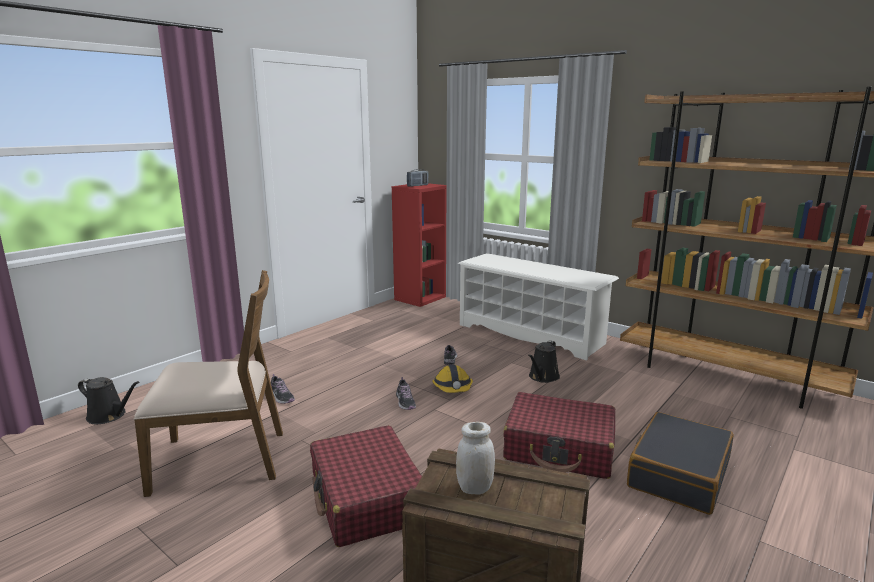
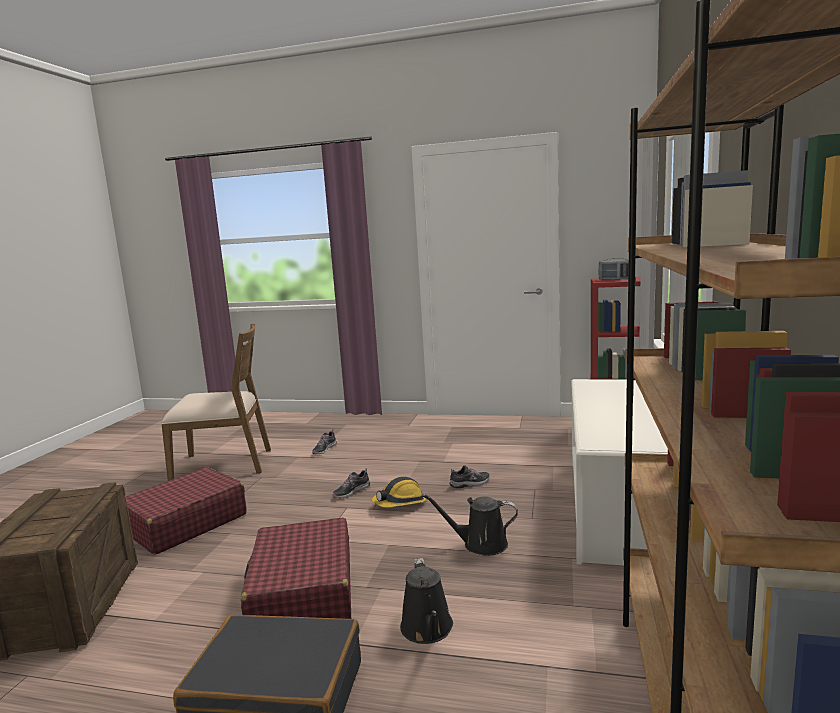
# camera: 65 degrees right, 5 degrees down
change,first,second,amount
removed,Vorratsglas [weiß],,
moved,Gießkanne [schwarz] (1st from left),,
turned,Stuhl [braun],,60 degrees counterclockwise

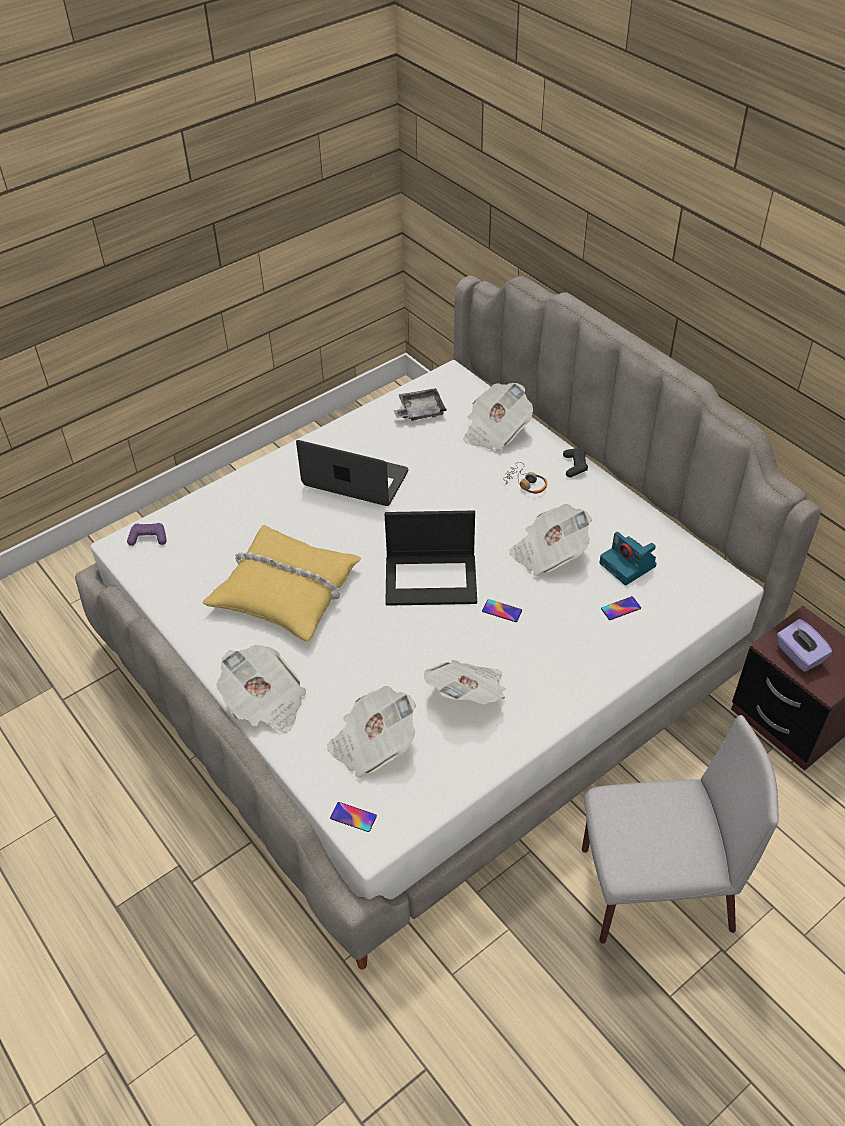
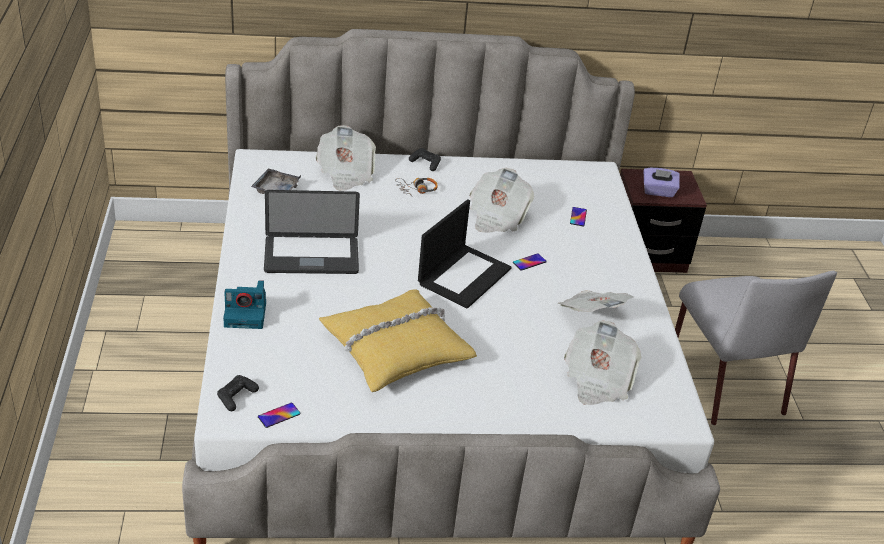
# camera: 60 degrees left, 10 degrees down
change,first,second,amount
removed,Zeitung (1st from left),,
moved,Handy (1st from left),,
moved,Kamera,,
recoloured,Gamepad [lila],Gamepad [schwarz] (1st from left),
turned,Laptop (1st from left),,150 degrees counterclockwise
turned,Stuhl [grau],,135 degrees clockwise

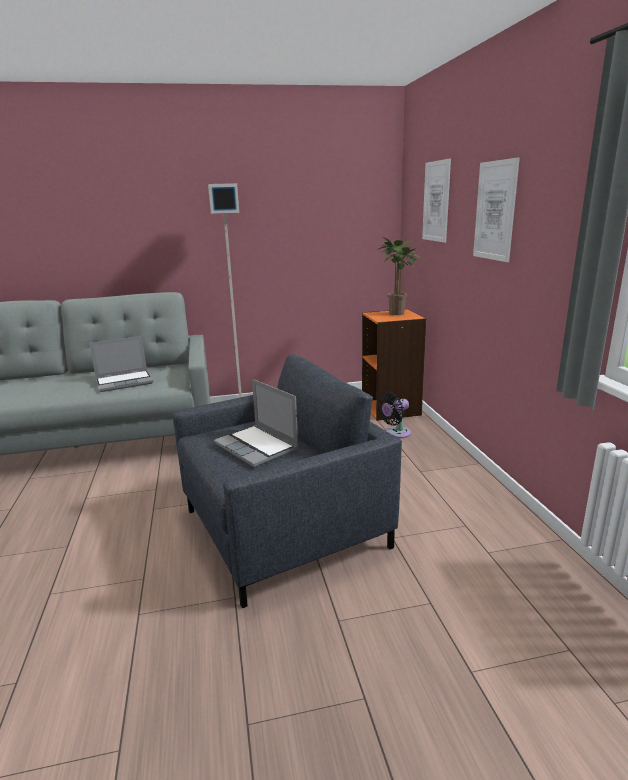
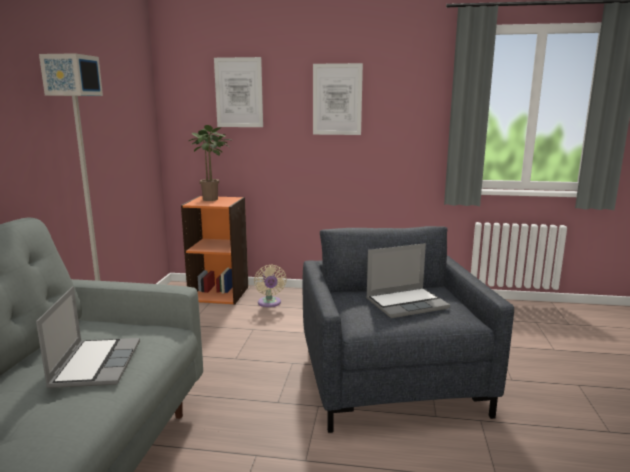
# camera: 70 degrees left, 5 degrees down
change,first,second,amount
recoloured,Ventilator [schwarz],Ventilator [beige],

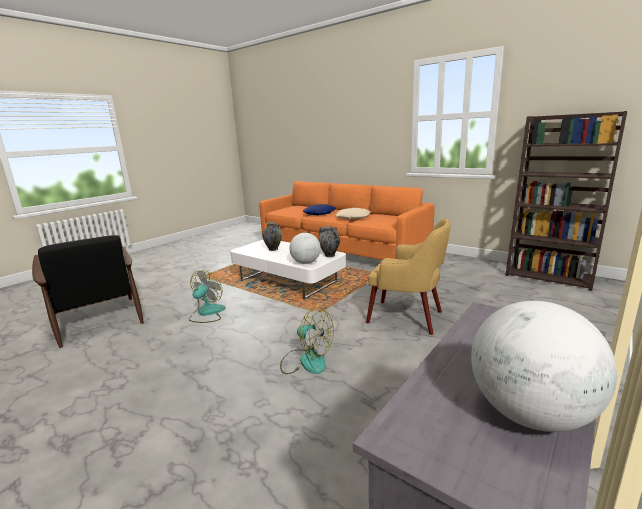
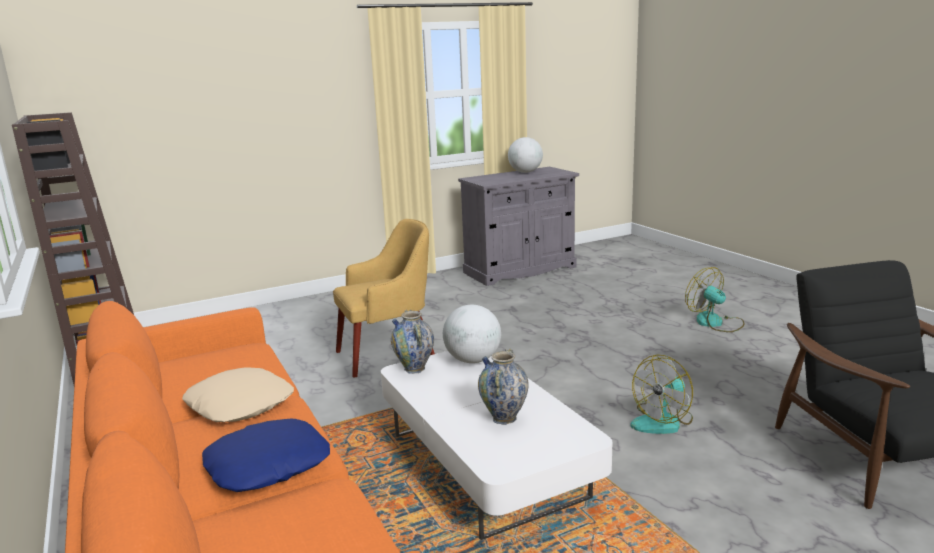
# camera: 155 degrees left, 0 degrees up
change,first,second,amount
moved,Ventilator (2nd from left),,
turned,Sessel [gelb],,105 degrees clockwise

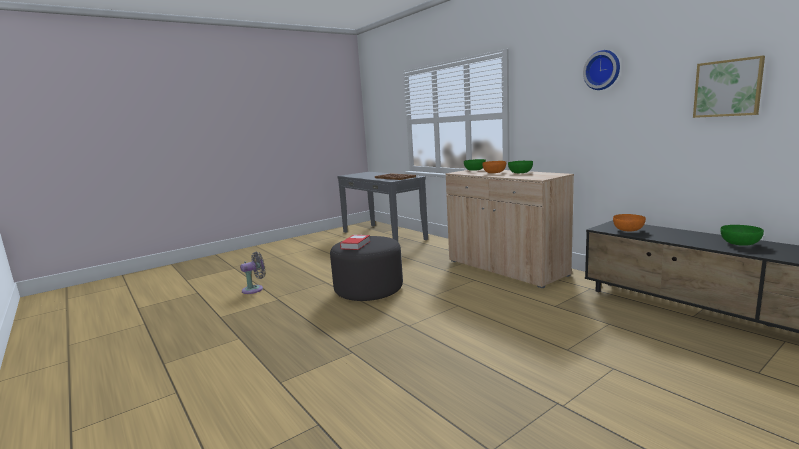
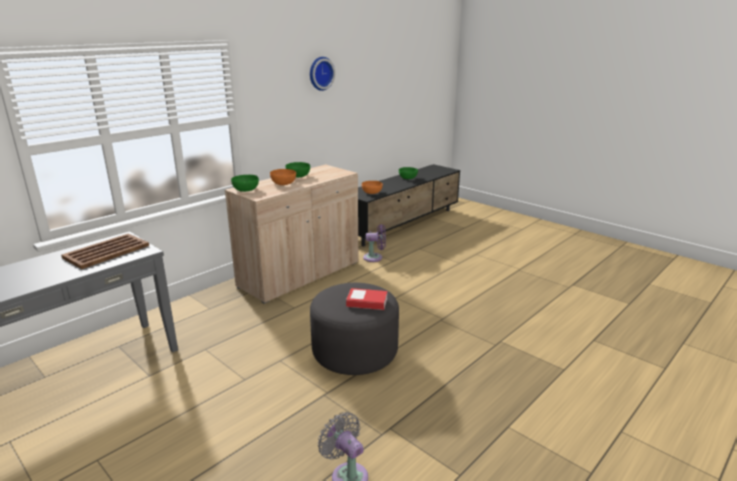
# camera: 100 degrees left, 10 degrees up
change,first,second,amount
removed,Bild,,
added,,Ventilator [lila],

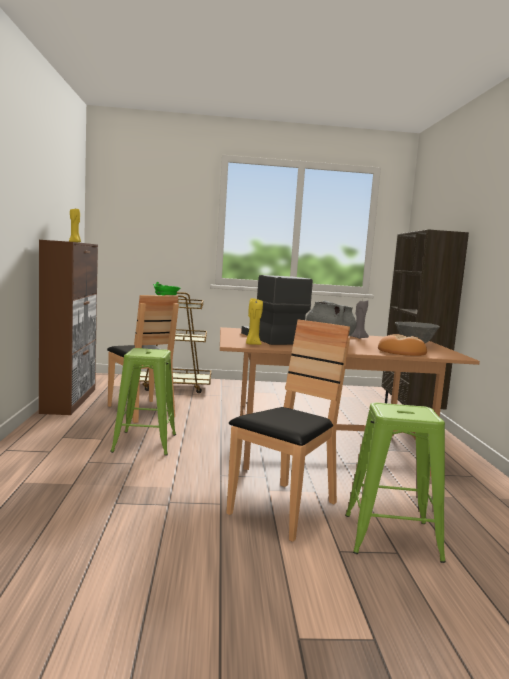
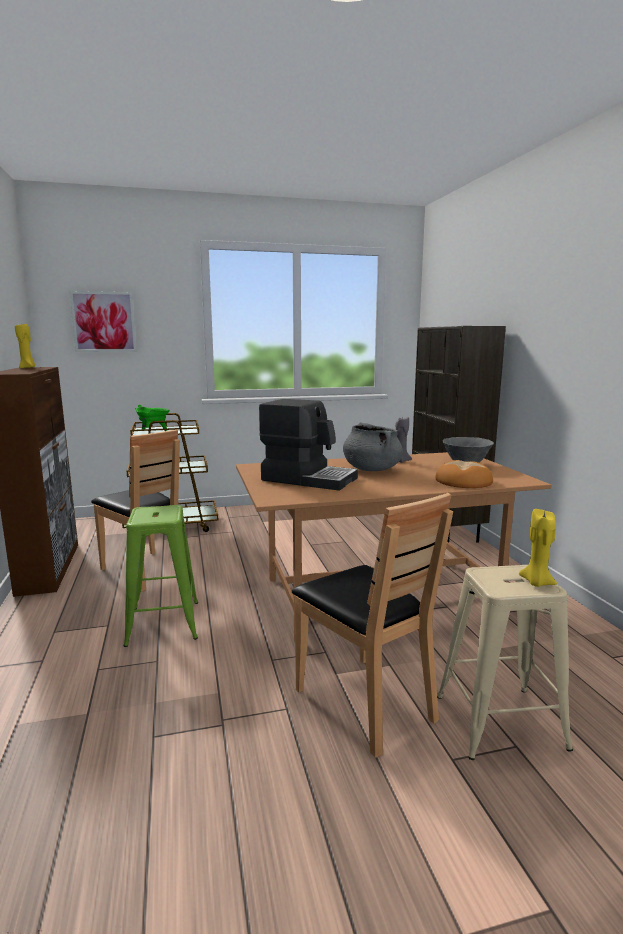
# camera: 10 degrees left, 5 degrees up
change,first,second,amount
added,,Bild,
moved,Kerze [gelb] (2nd from left),,
recoloured,Hocker [grün] (2nd from left),Hocker [beige],
turned,Stuhl [braun] (2nd from left),,120 degrees clockwise
turned,Kaffeemaschine,,150 degrees clockwise

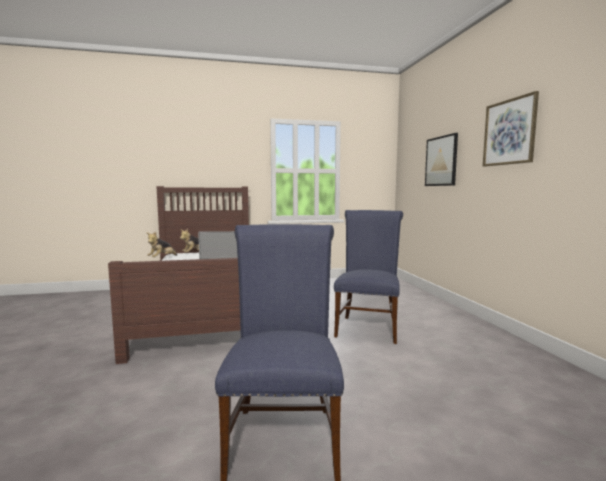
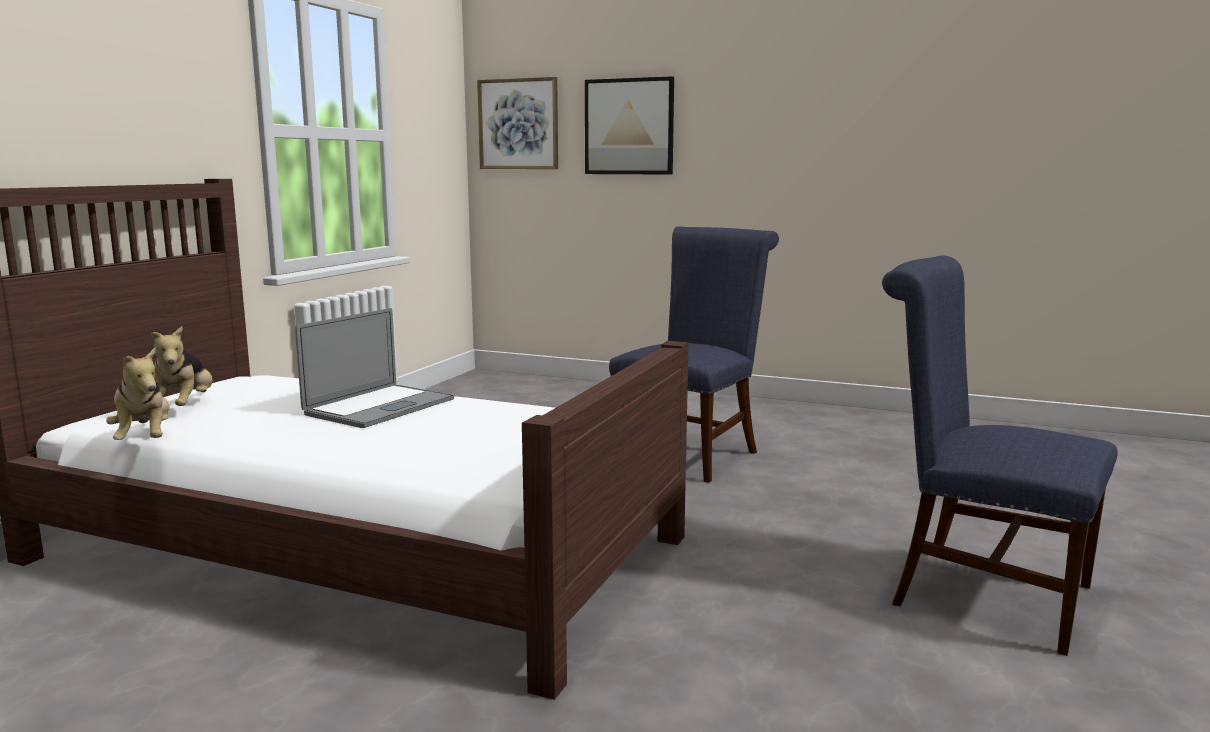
# camera: 55 degrees left, 5 degrees up
change,first,second,amount
moved,Bild (2nd from left in the first image),Bild (1st from left),
turned,Stuhl [blau] (2nd from left in the first image),Stuhl [blau] (1st from left),75 degrees clockwise

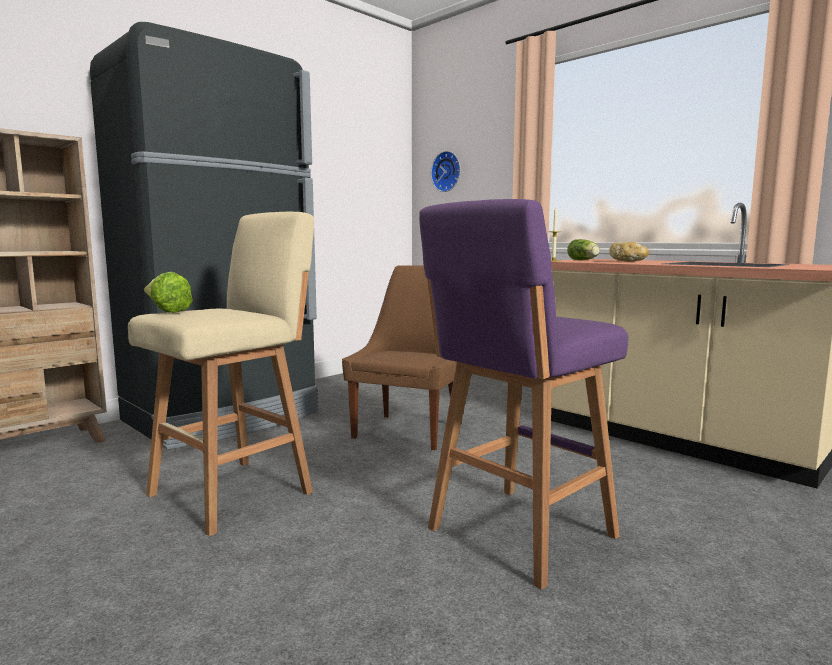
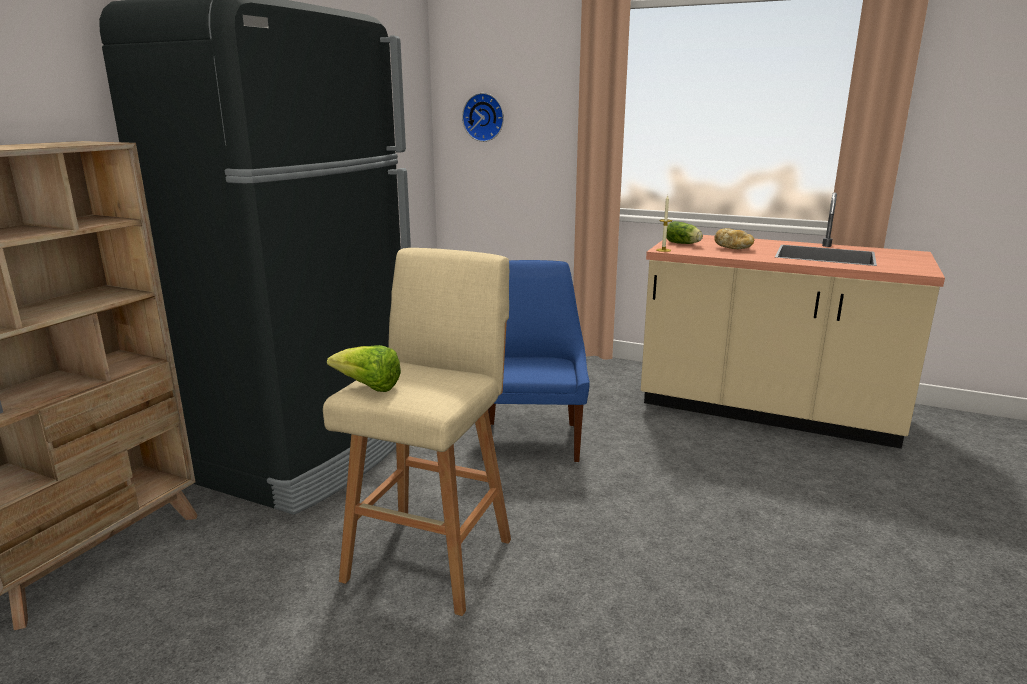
# camera: 20 degrees left, 10 degrees up
change,first,second,amount
removed,Hocker [lila],,
recoloured,Stuhl [braun],Stuhl [blau],

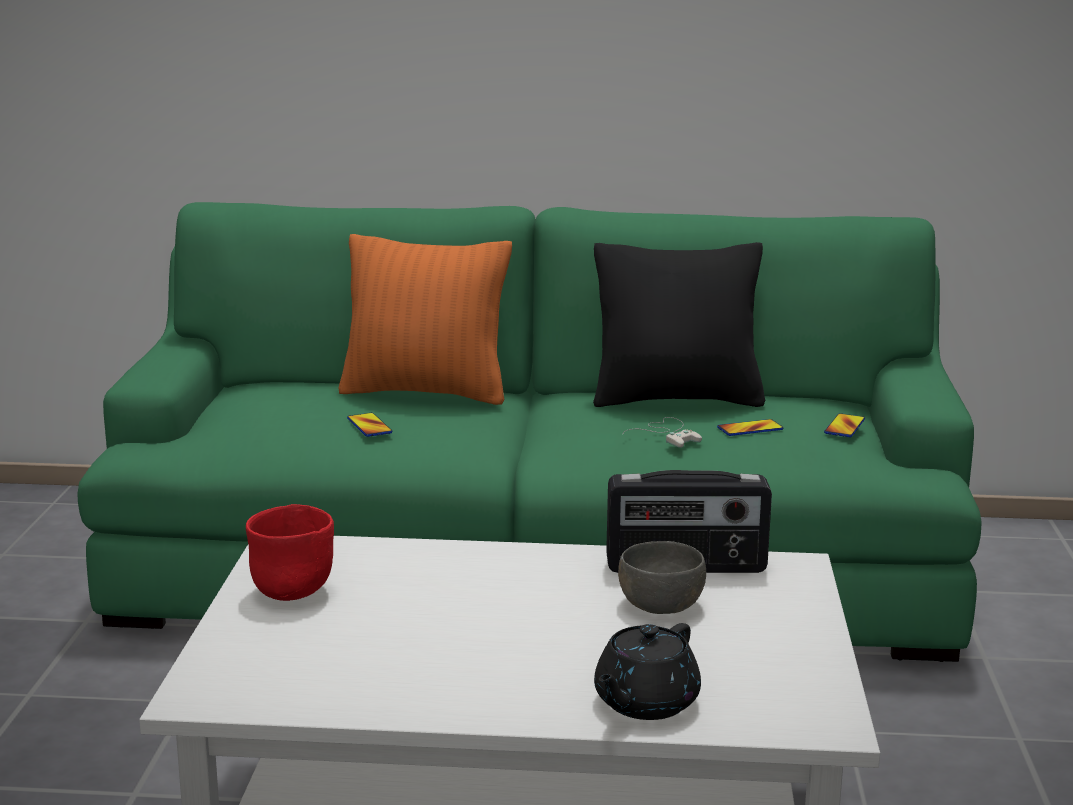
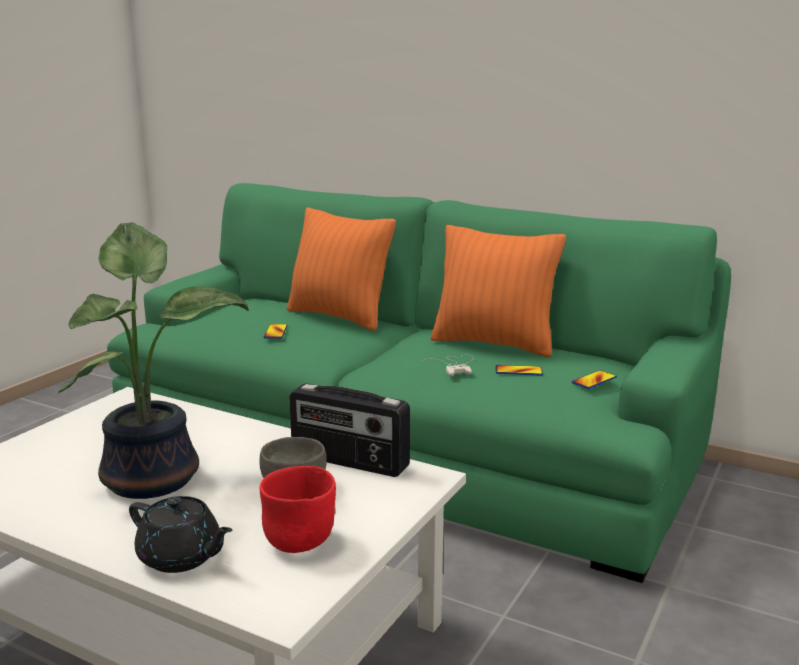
# camera: 25 degrees right, 0 degrees up
change,first,second,amount
added,,Topfpflanze,
moved,Schüssel [rot],,
recoloured,Kissen [schwarz],Kissen [orange] (2nd from left),
turned,Teekanne [schwarz],,120 degrees counterclockwise

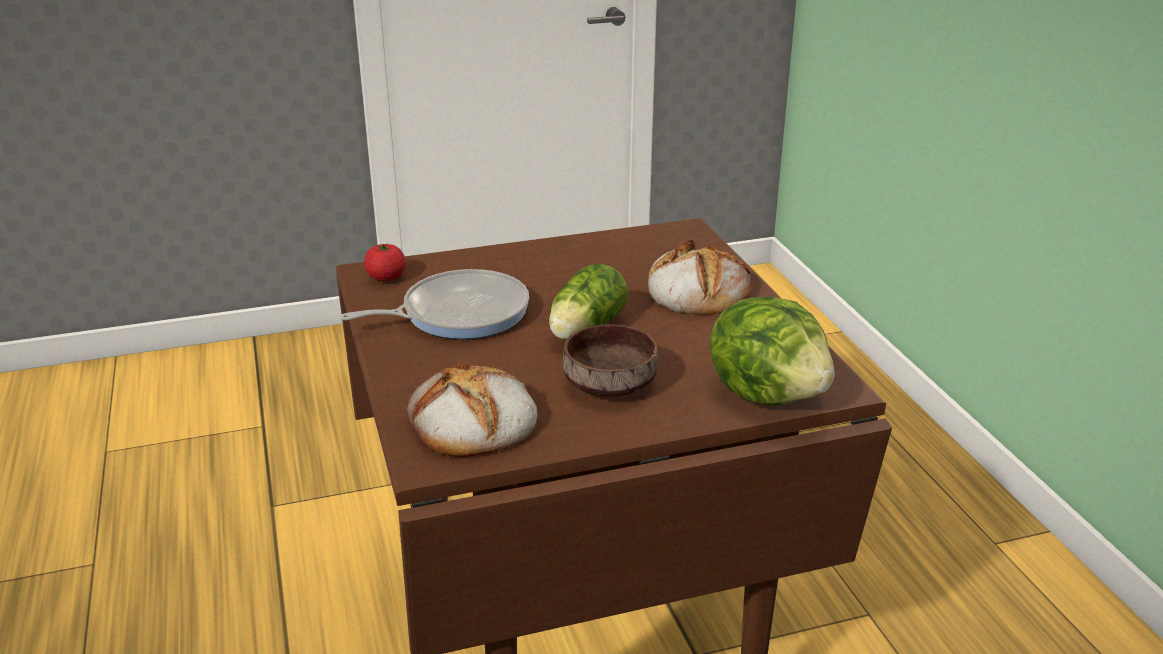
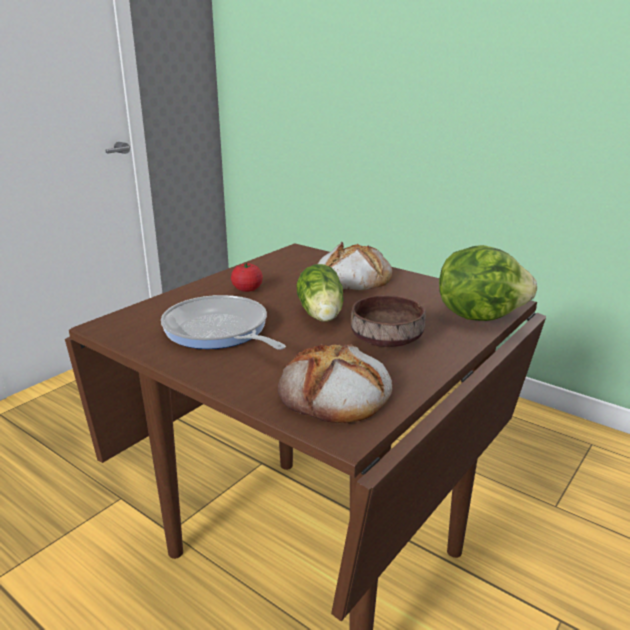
# camera: 35 degrees left, 5 degrees down
change,first,second,amount
moved,Tomate,,
turned,Pfanne,,75 degrees counterclockwise

